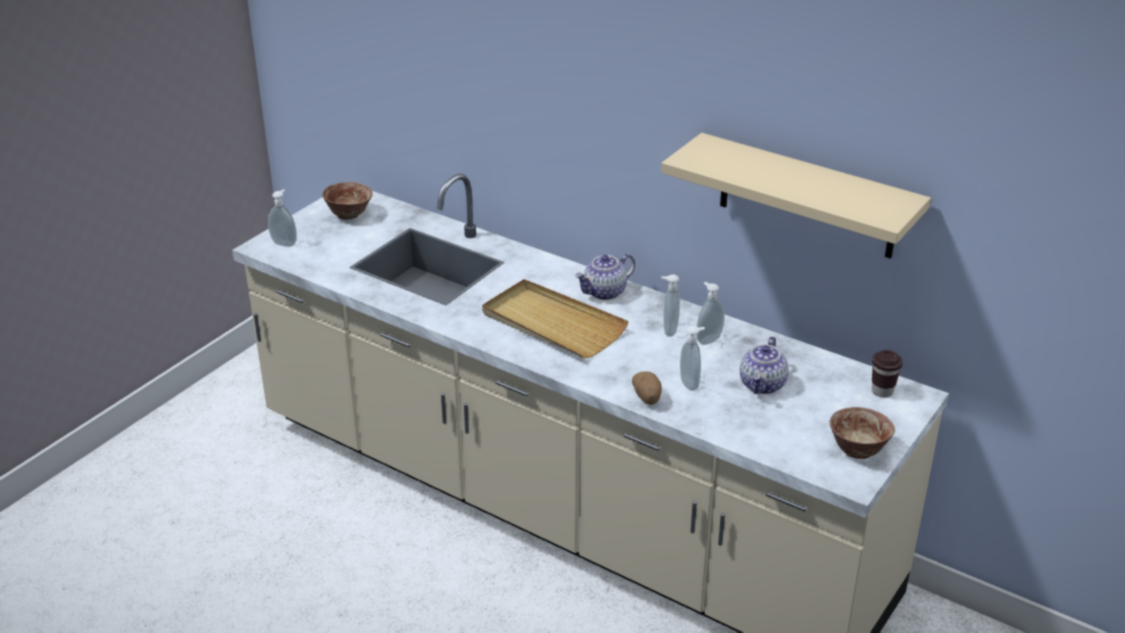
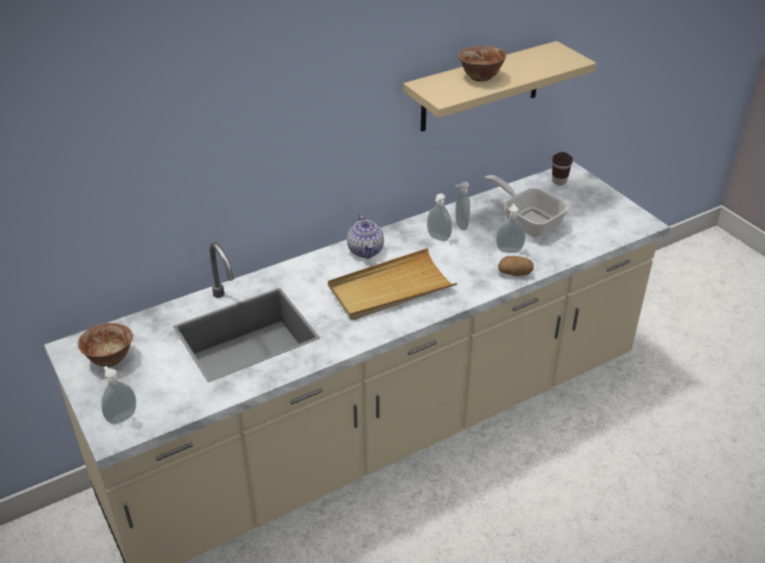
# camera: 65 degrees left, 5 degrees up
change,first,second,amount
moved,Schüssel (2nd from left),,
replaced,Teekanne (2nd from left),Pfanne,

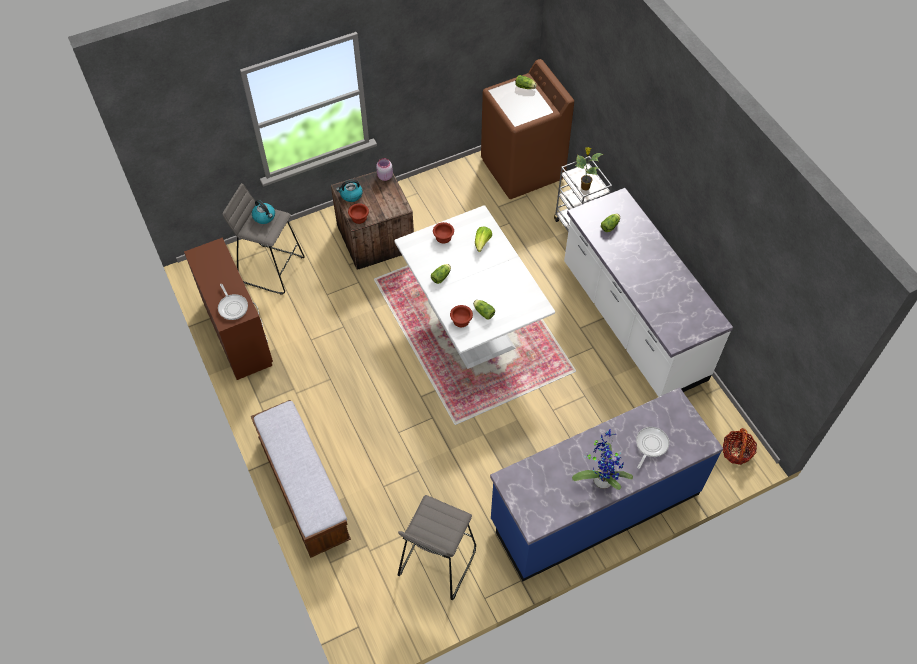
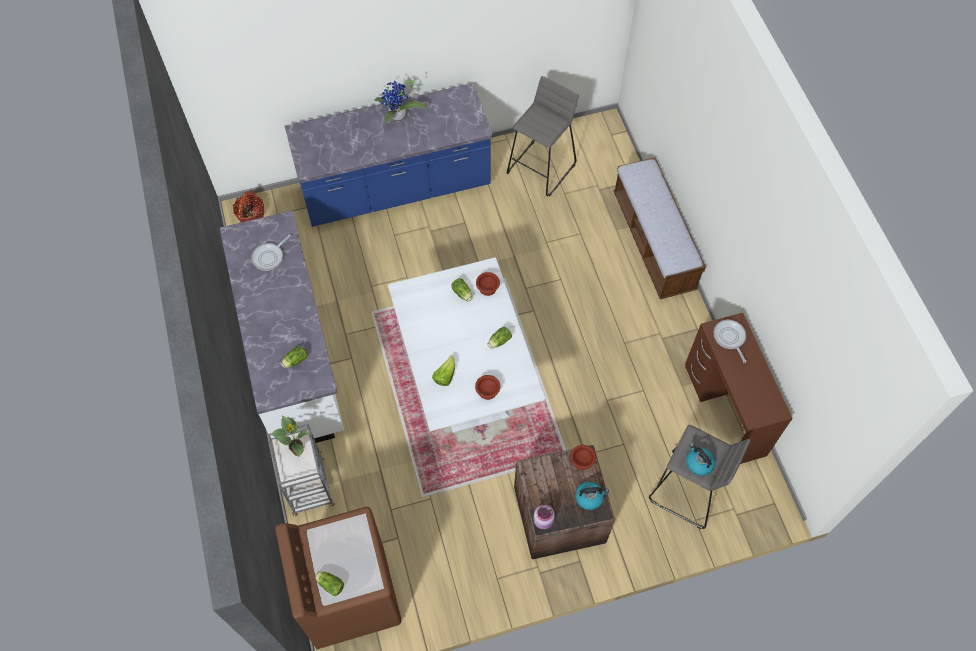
# camera: 170 degrees left, 5 degrees up
change,first,second,amount
moved,Pfanne (2nd from left in the first image),Pfanne (1st from left),

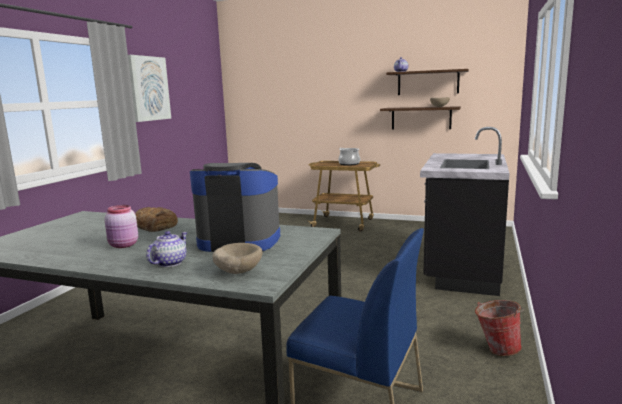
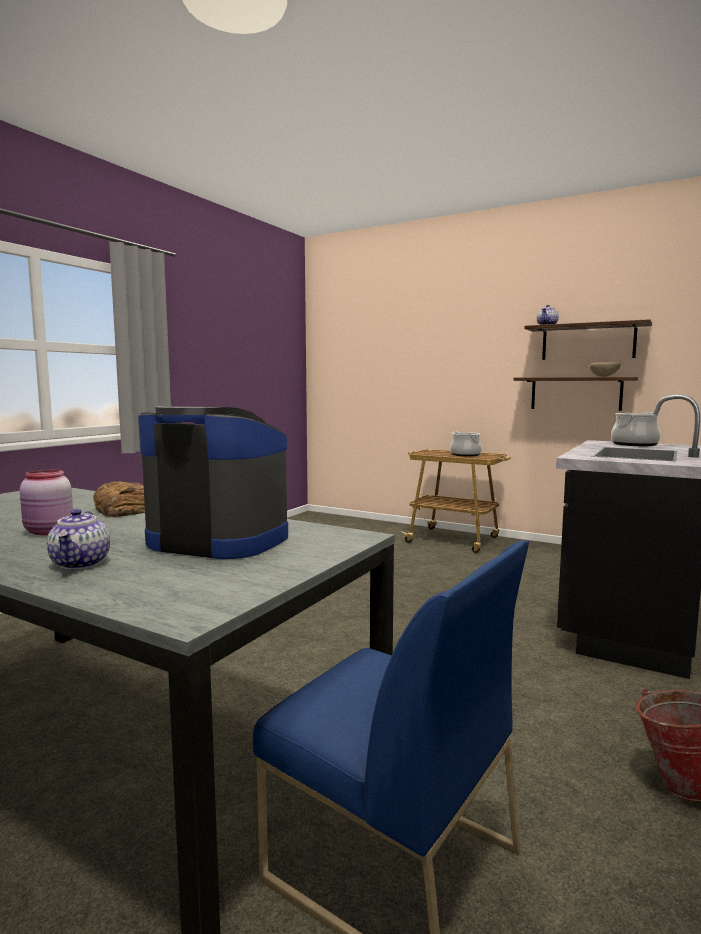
# camera: 10 degrees right, 5 degrees down
change,first,second,amount
removed,Bild,,
removed,Schüssel [beige] (1st from left),,
added,,Kochtopf (2nd from left),
turned,Teekanne (1st from left),,135 degrees clockwise

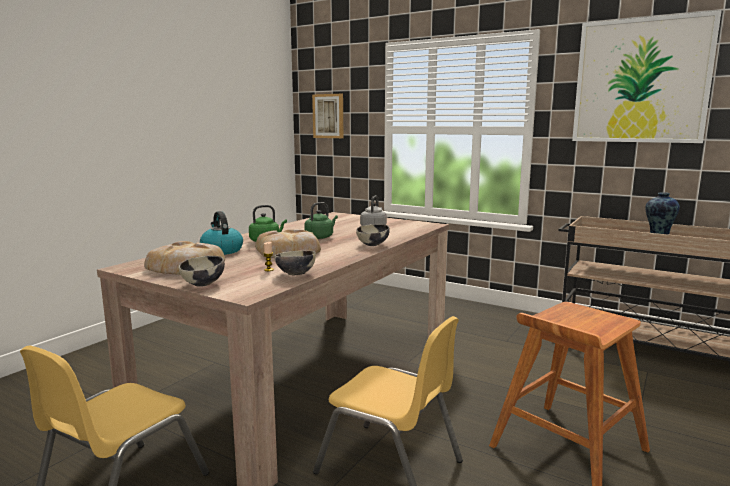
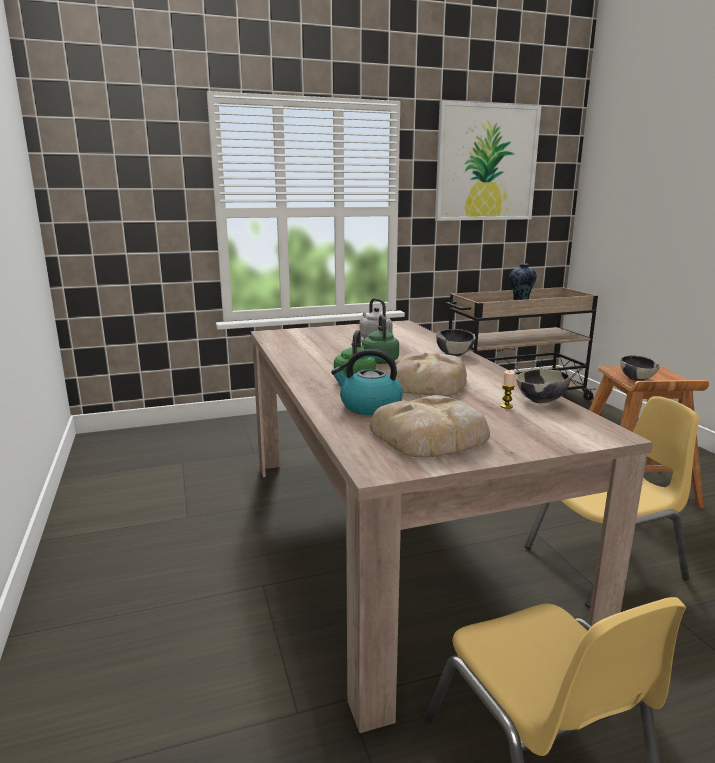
# camera: 50 degrees left, 5 degrees up
change,first,second,amount
removed,Bild (1st from left),,
moved,Schüssel (1st from left in the first image),Schüssel (3rd from left),

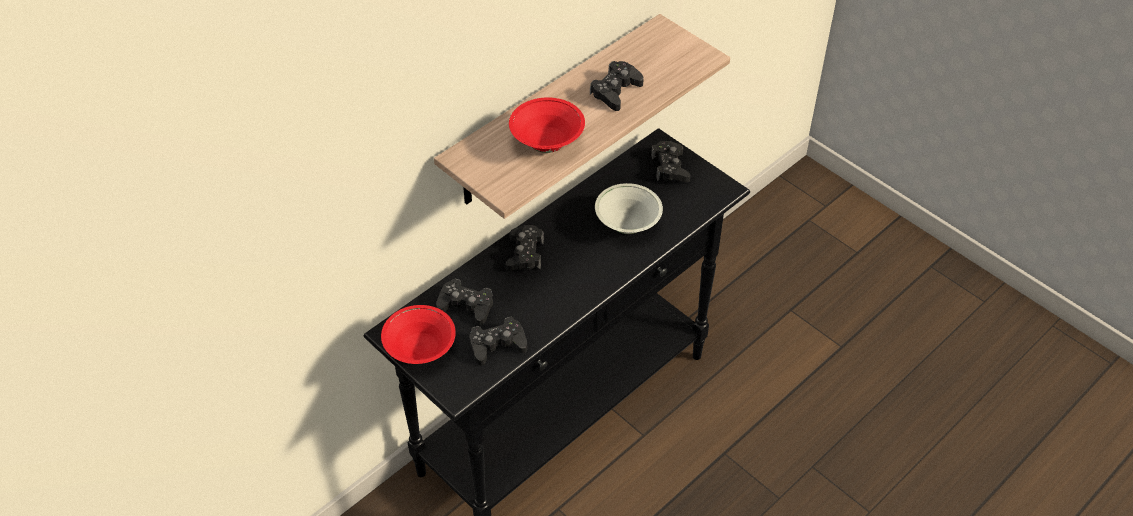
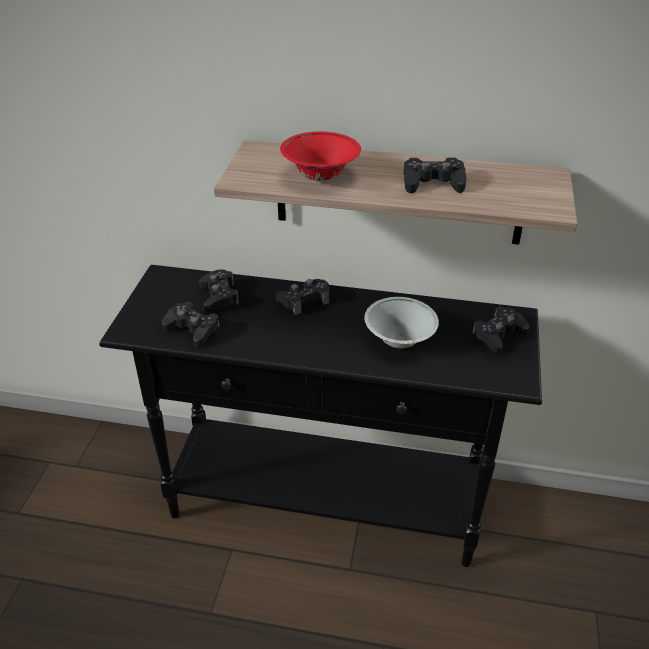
# camera: 55 degrees right, 10 degrees down
change,first,second,amount
removed,Schüssel [rot] (1st from left),,

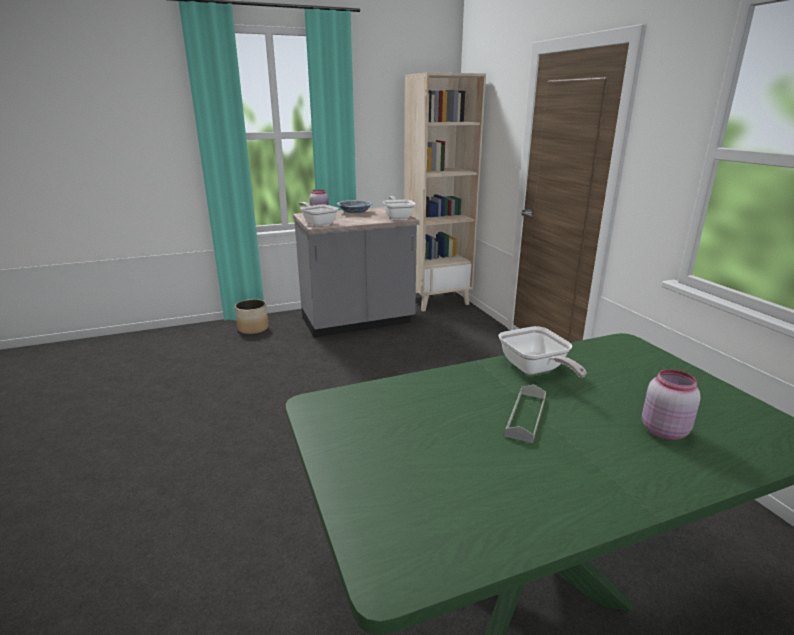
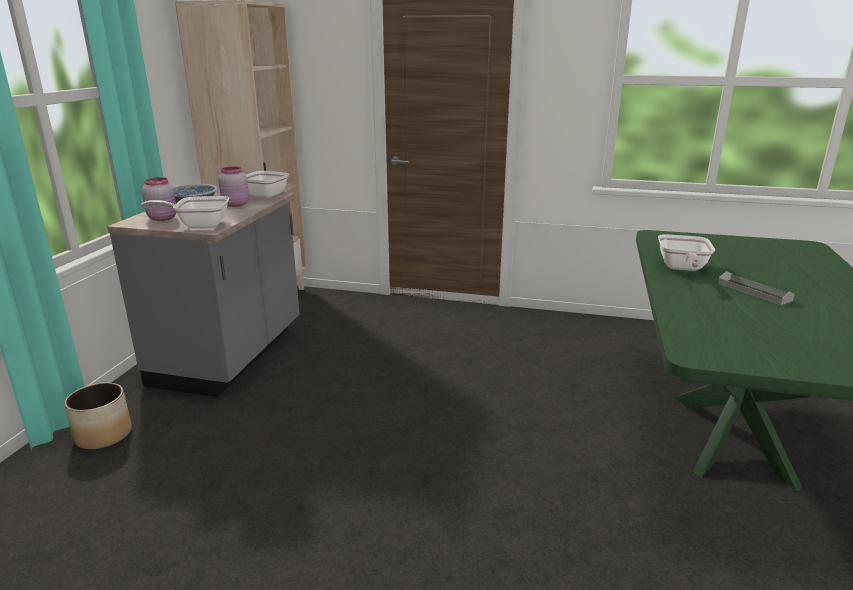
# camera: 55 degrees left, 0 degrees up
change,first,second,amount
moved,Vorratsglas [rosa] (2nd from left),,
turned,Pfanne (3rd from left),,90 degrees clockwise

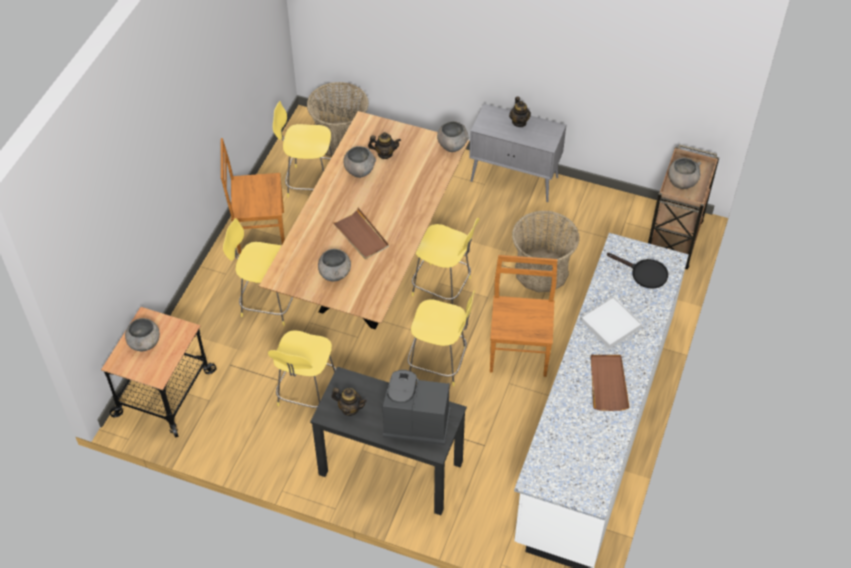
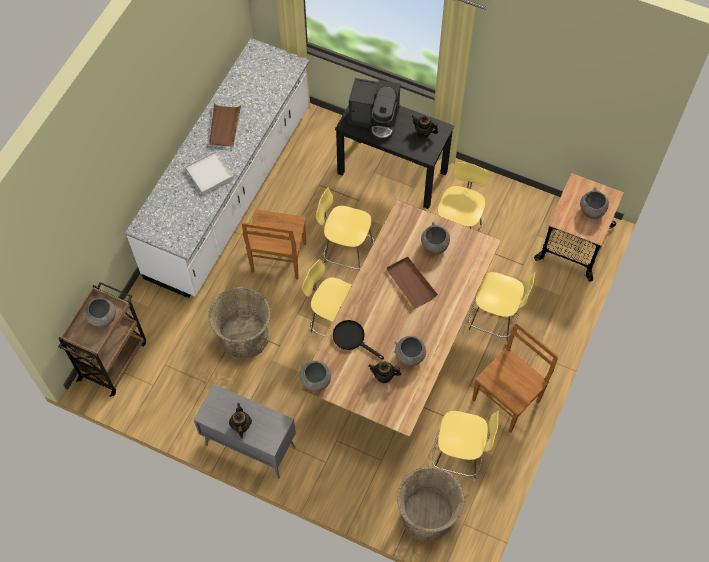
# camera: 175 degrees left, 10 degrees up
change,first,second,amount
moved,Pfanne [schwarz],,
turned,Stuhl [braun] (1st from left in the first image),Stuhl [braun] (2nd from left),45 degrees counterclockwise

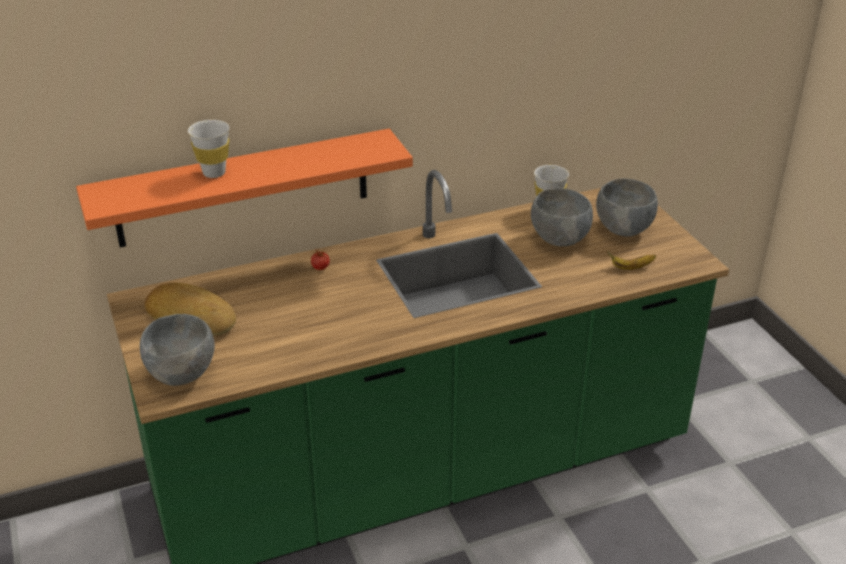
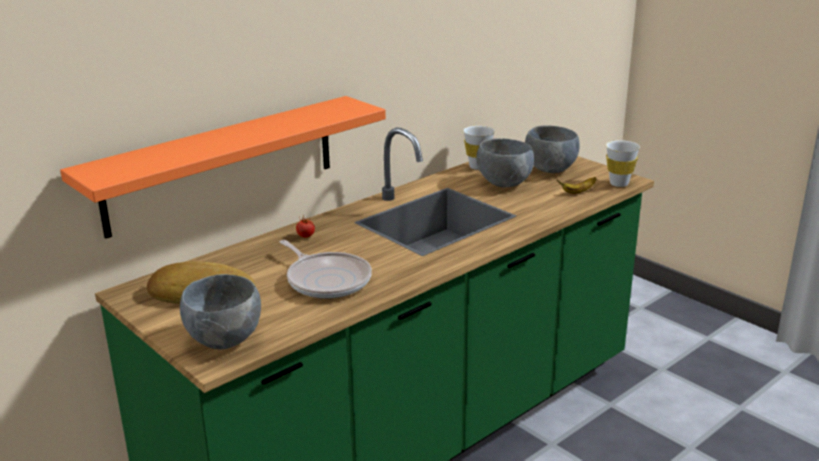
# camera: 20 degrees left, 10 degrees down
change,first,second,amount
added,,Pfanne,
moved,Tasse [weiß] (1st from left in the first image),Tasse [weiß] (2nd from left),

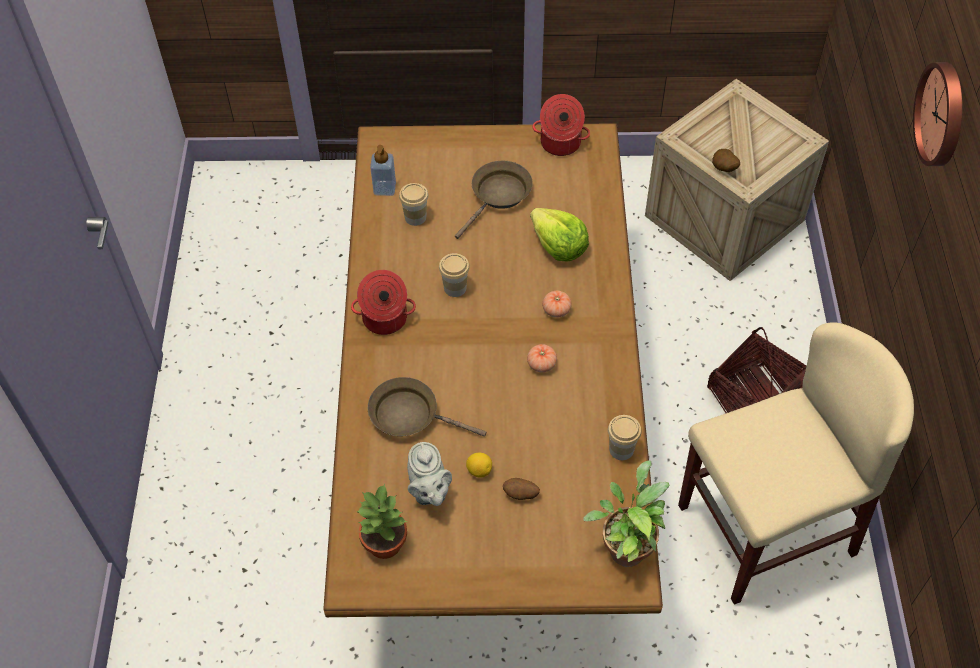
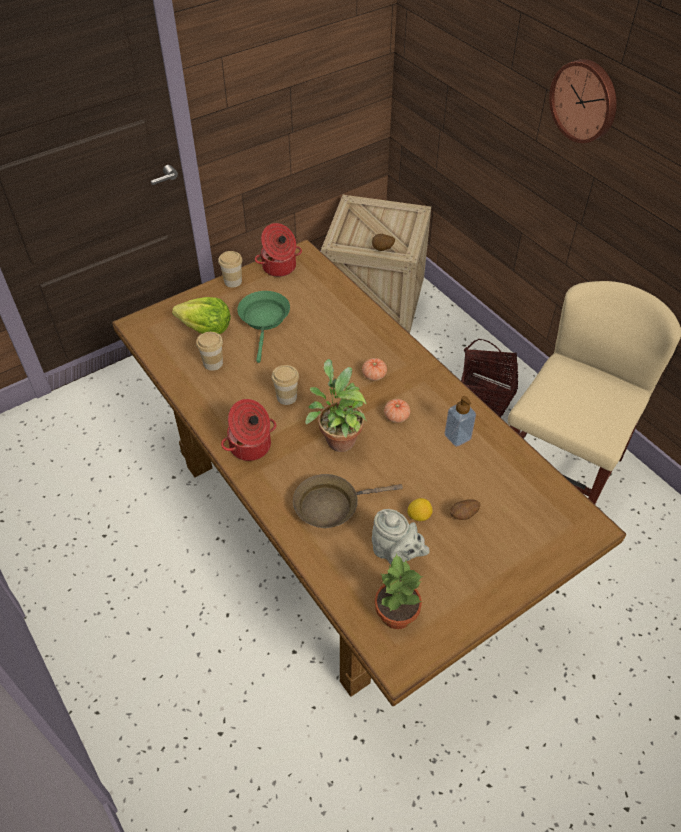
# camera: 35 degrees left, 5 degrees down
change,first,second,amount
moved,Seifenspender,,
moved,Salatkopf,,
moved,Topfpflanze (2nd from left in the first image),Topfpflanze (1st from left),
moved,Tasse (3rd from left in the first image),Tasse (2nd from left),
recoloured,Pfanne [braun] (2nd from left),Pfanne [grün],

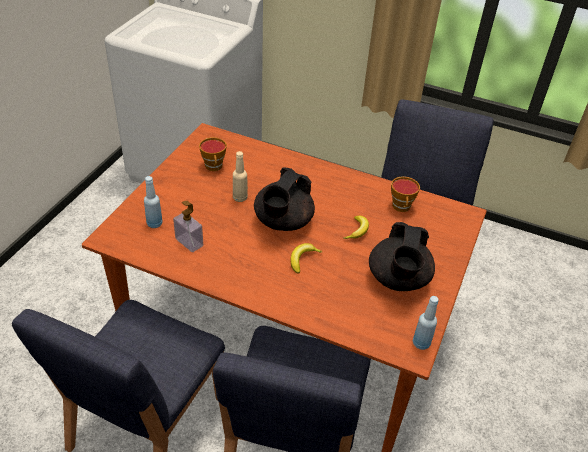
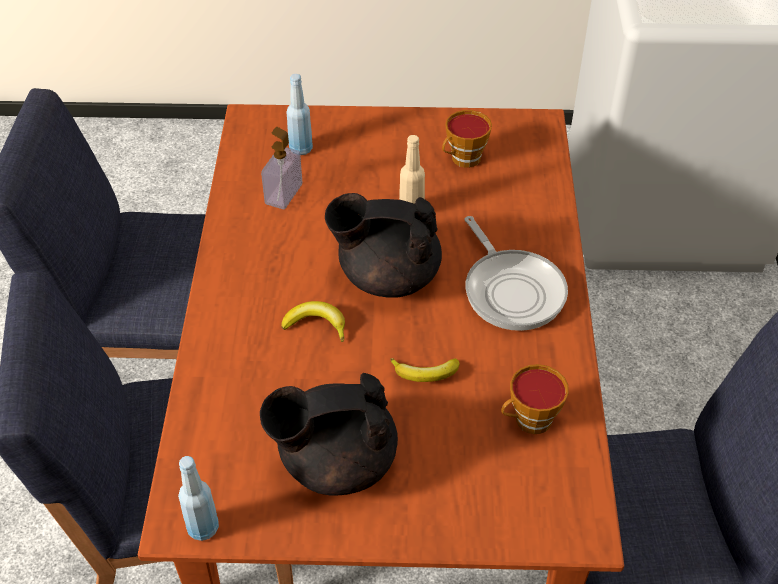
# camera: 70 degrees right, 5 degrees up
change,first,second,amount
added,,Pfanne,

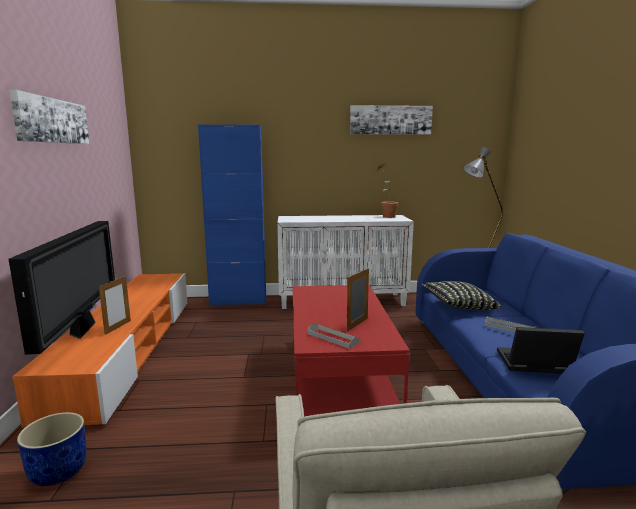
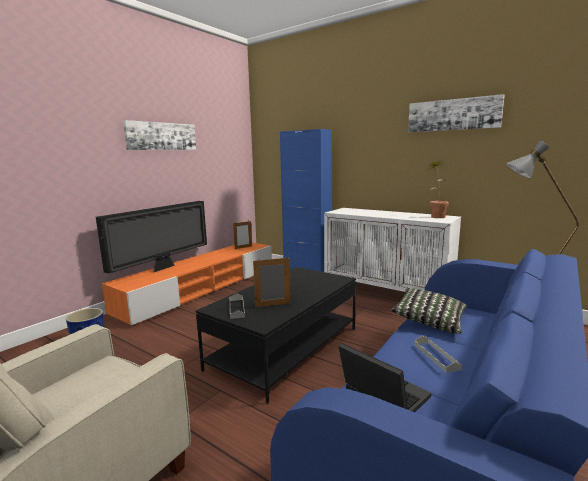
# camera: 40 degrees right, 0 degrees up
change,first,second,amount
moved,Bilderrahmen (1st from left),,
recoloured,Couchtisch [rot],Couchtisch [schwarz],

